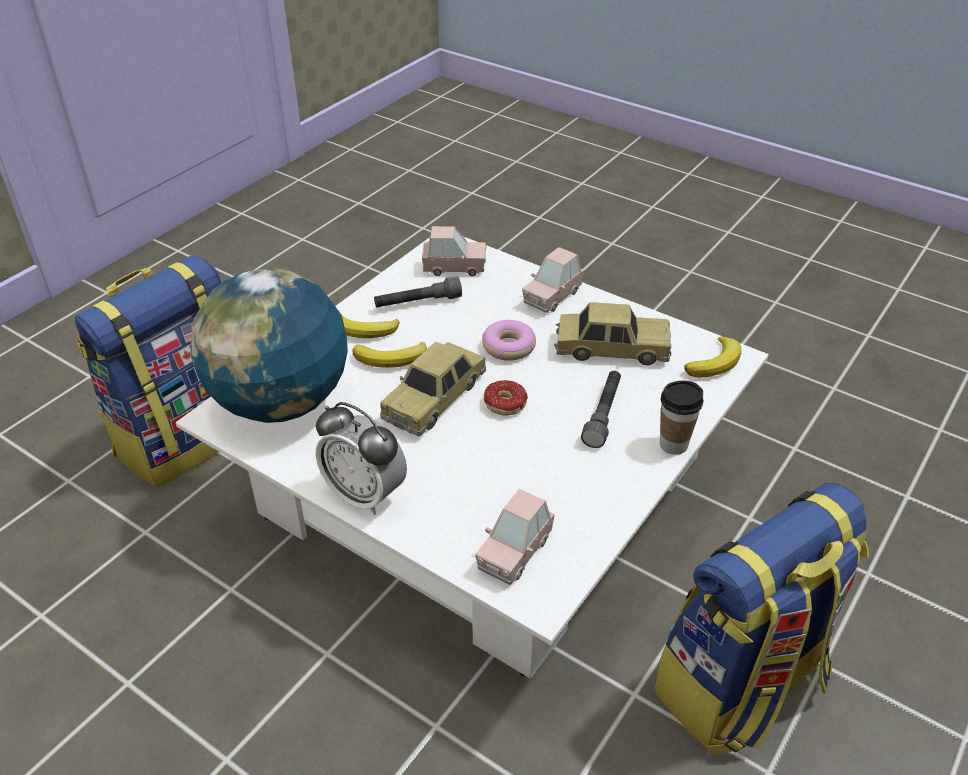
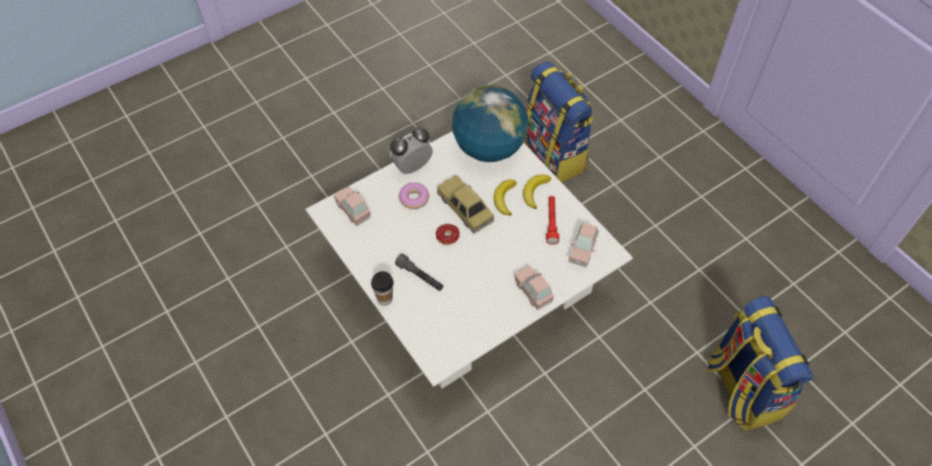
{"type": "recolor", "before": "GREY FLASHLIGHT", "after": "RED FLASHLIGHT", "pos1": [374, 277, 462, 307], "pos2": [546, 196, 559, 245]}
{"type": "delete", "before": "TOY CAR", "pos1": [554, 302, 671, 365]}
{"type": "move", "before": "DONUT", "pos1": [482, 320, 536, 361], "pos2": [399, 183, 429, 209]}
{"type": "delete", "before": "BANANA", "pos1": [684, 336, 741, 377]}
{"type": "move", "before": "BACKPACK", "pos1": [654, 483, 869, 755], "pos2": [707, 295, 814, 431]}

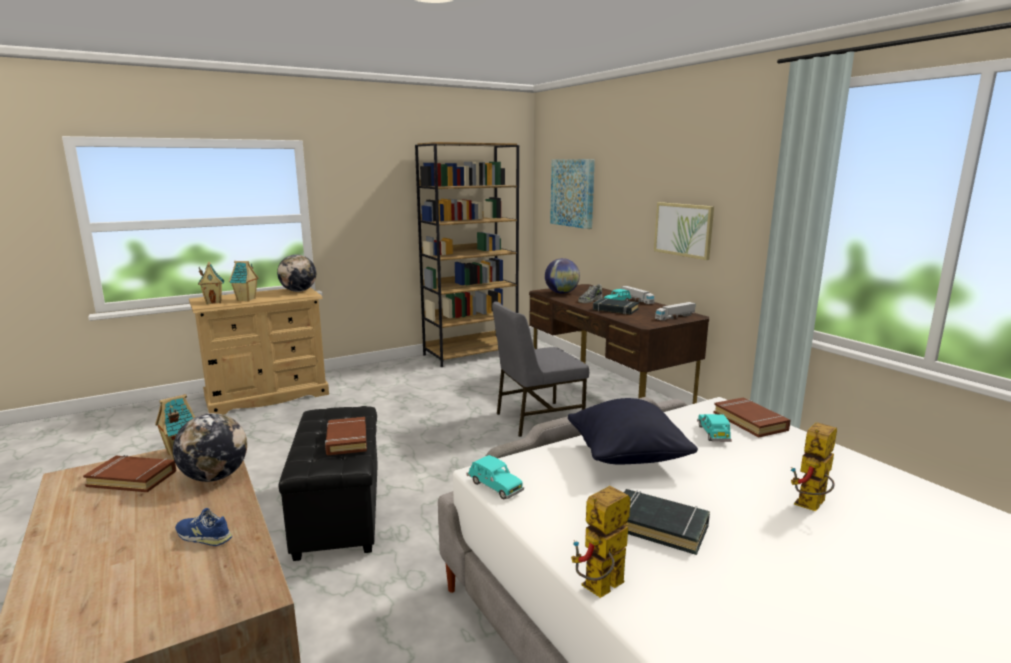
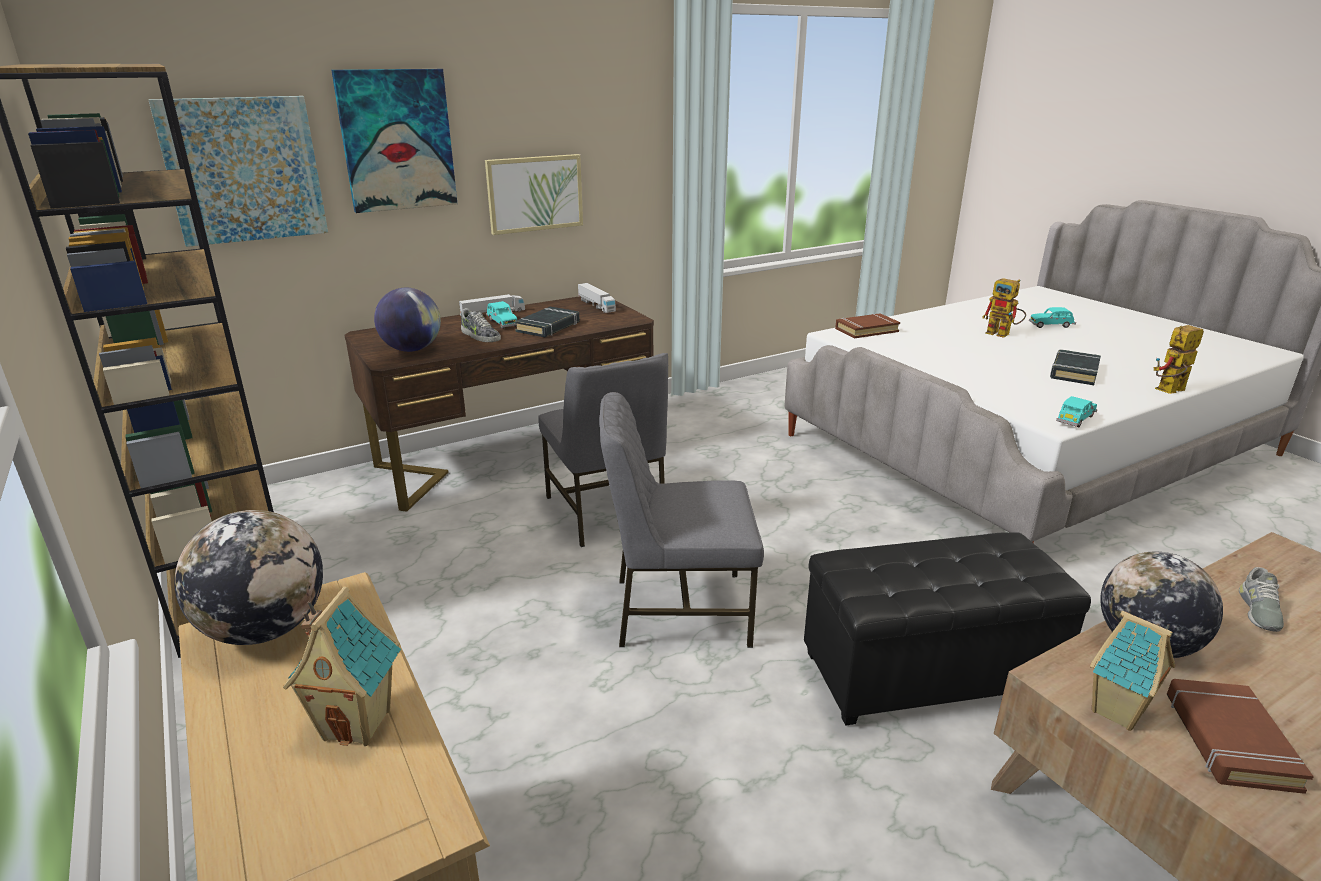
{"type": "delete", "before": "TOY HOUSE", "pos1": [198, 262, 224, 304]}
{"type": "delete", "before": "BLACK PILLOW", "pos1": [568, 398, 698, 465]}
{"type": "move", "before": "TURQUOISE TOY CAR", "pos1": [697, 414, 732, 442], "pos2": [1029, 307, 1076, 328]}
{"type": "delete", "before": "BROWN BOOK", "pos1": [325, 417, 367, 455]}
{"type": "rotate", "before": "TOY ROBOT", "pos1": [571, 486, 631, 598], "pos2": [1154, 325, 1204, 394], "turn": 105}
{"type": "recolor", "before": "BLUE SHOE", "after": "GREY SHOE", "pos1": [175, 508, 232, 546], "pos2": [1239, 567, 1284, 632]}
{"type": "insert", "after": "PICTURE", "pos2": [331, 69, 457, 213]}
{"type": "insert", "after": "GREY CHAIR", "pos2": [599, 392, 764, 648]}

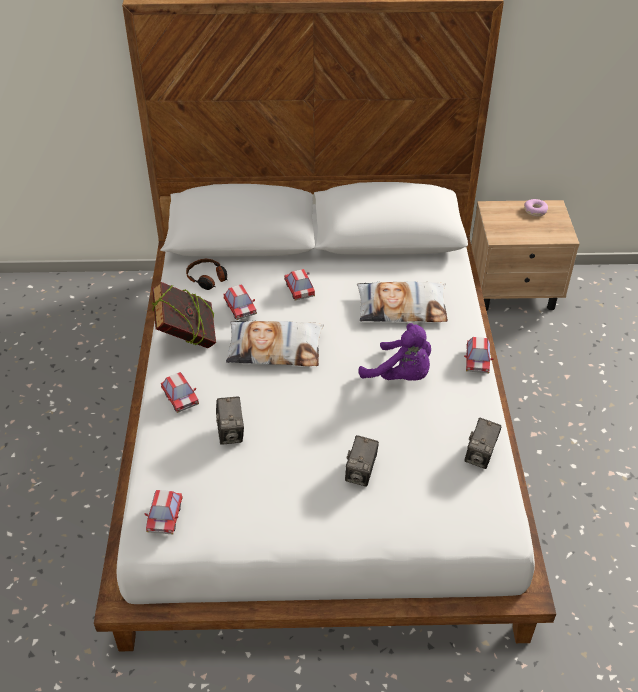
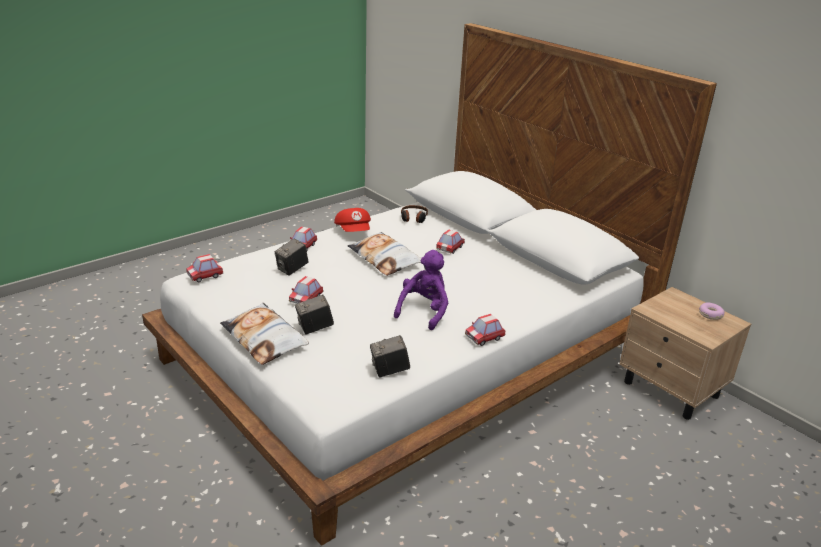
{"type": "move", "before": "PILLOW", "pos1": [357, 281, 448, 322], "pos2": [220, 303, 309, 365]}
{"type": "replace", "before": "BOOK", "after": "RED CAP", "pos1": [152, 282, 216, 348], "pos2": [334, 208, 371, 232]}
{"type": "move", "before": "TOY CAR", "pos1": [224, 284, 257, 320], "pos2": [289, 276, 323, 304]}
{"type": "rotate", "before": "PURPLE PLUSH TOY", "pos1": [359, 323, 431, 381], "pos2": [394, 250, 448, 330], "turn": -150}

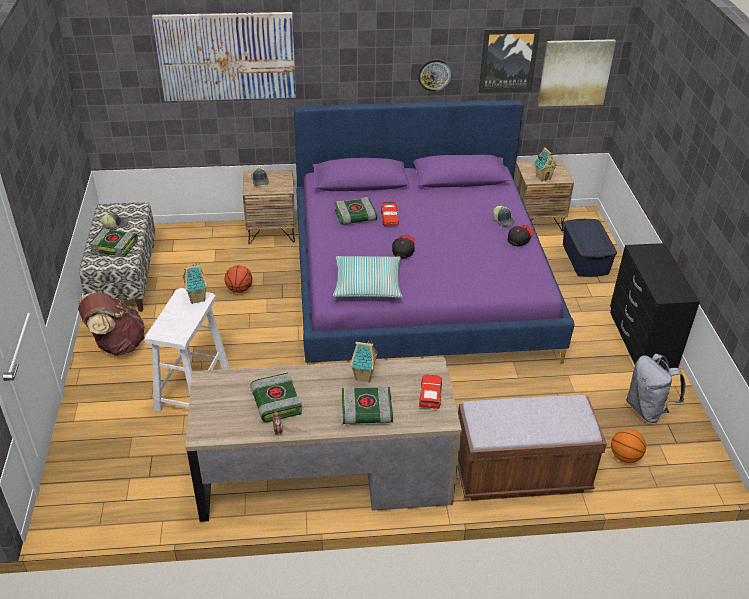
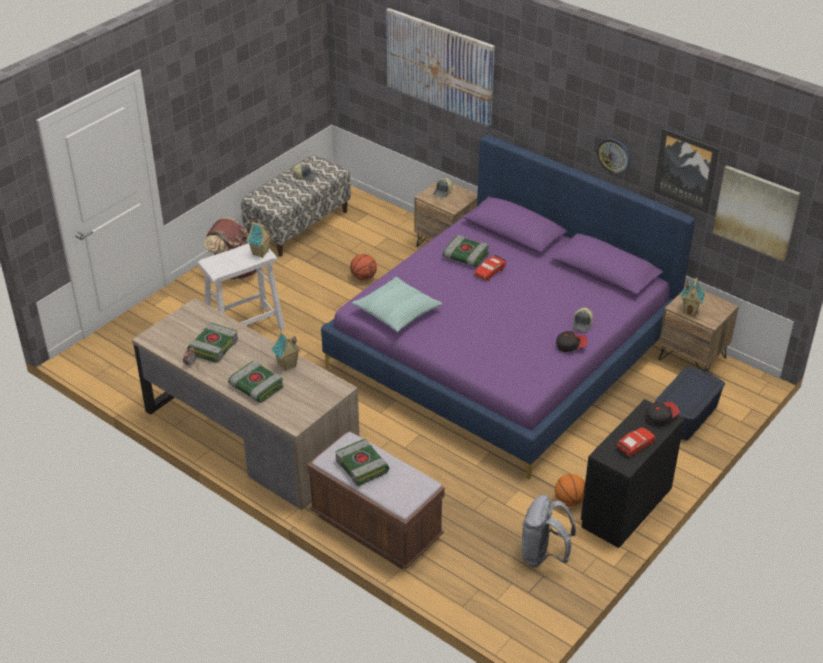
{"type": "move", "before": "BOOK", "pos1": [89, 228, 138, 258], "pos2": [335, 439, 389, 486]}
{"type": "move", "before": "CAP", "pos1": [392, 235, 415, 259], "pos2": [646, 402, 680, 426]}
{"type": "move", "before": "RED TOY CAR", "pos1": [419, 375, 442, 409], "pos2": [617, 427, 656, 457]}
{"type": "move", "before": "BASKETBALL", "pos1": [611, 429, 646, 463], "pos2": [555, 474, 585, 507]}

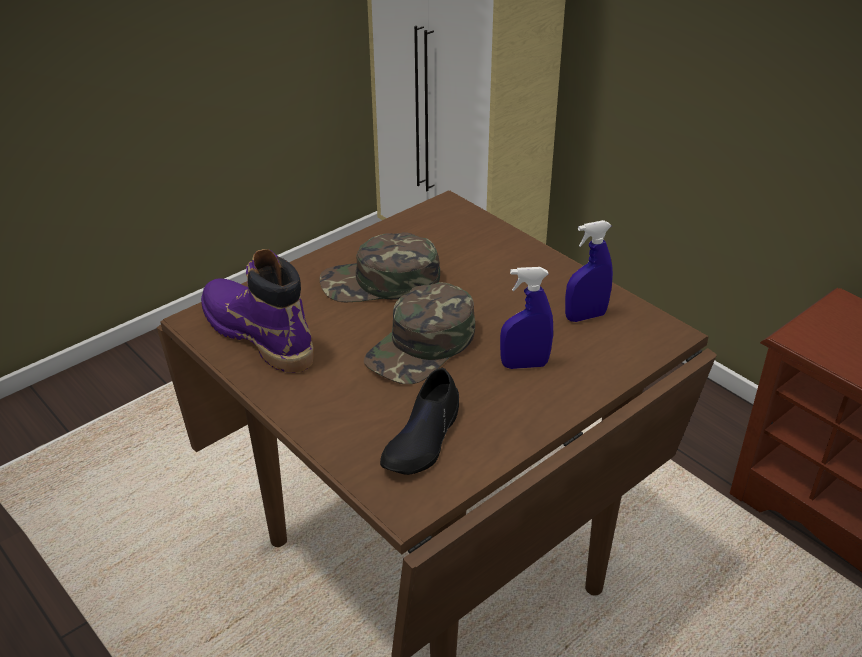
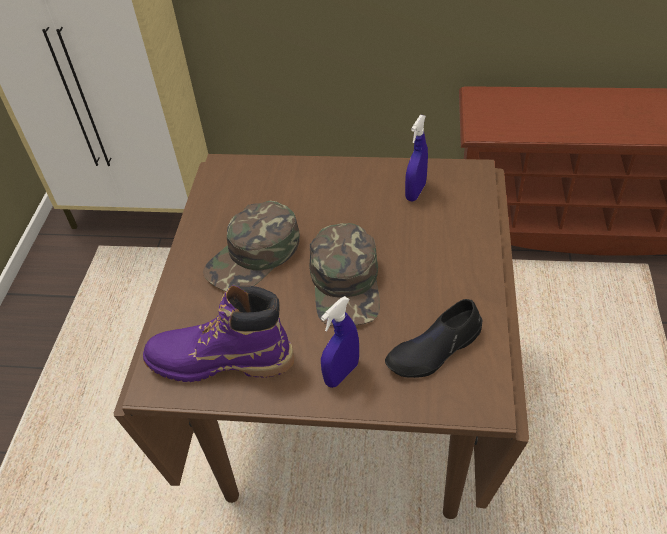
{"type": "move", "before": "BLUE SPRAY BOTTLE", "pos1": [500, 267, 553, 369], "pos2": [321, 296, 359, 388]}
{"type": "rotate", "before": "BLACK SHOE", "pos1": [380, 367, 459, 475], "pos2": [385, 299, 482, 378], "turn": 75}

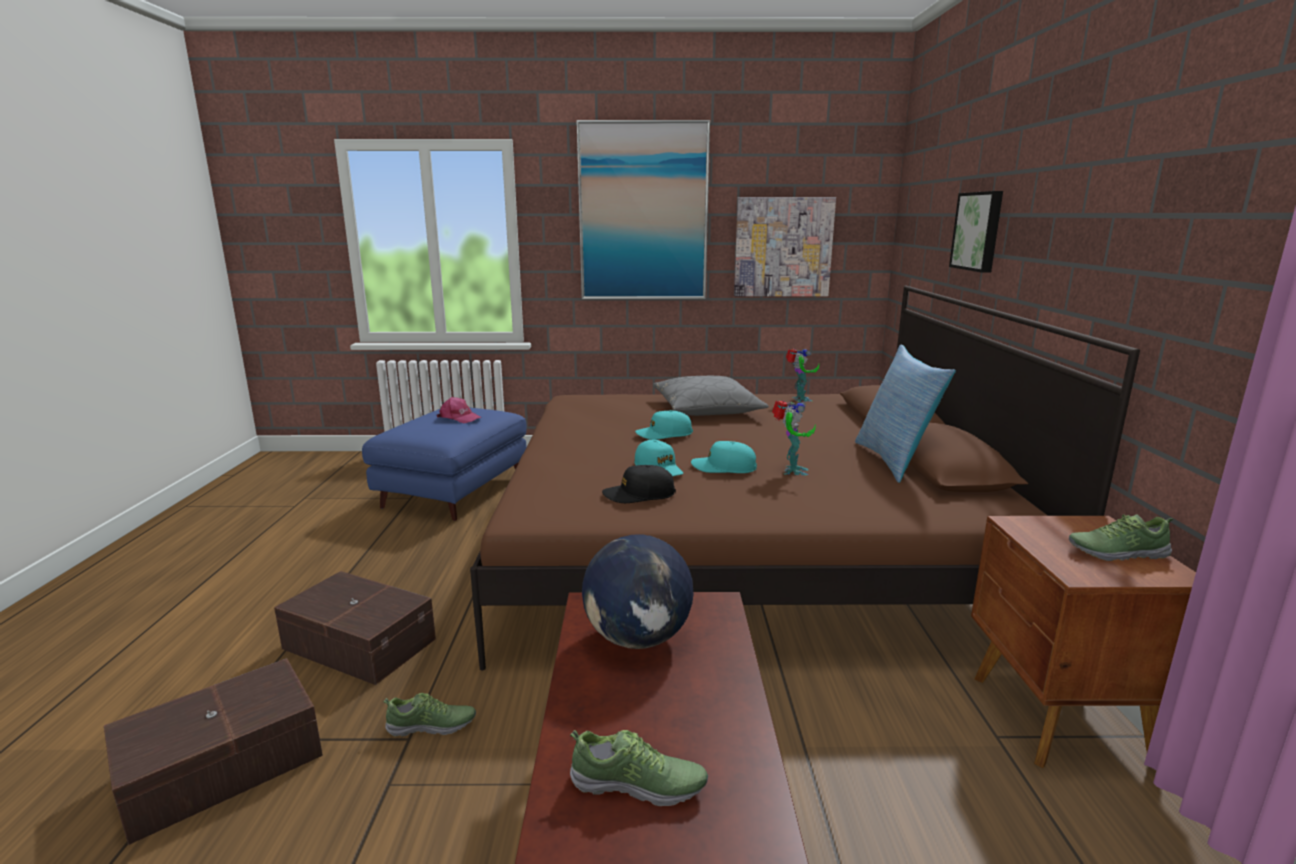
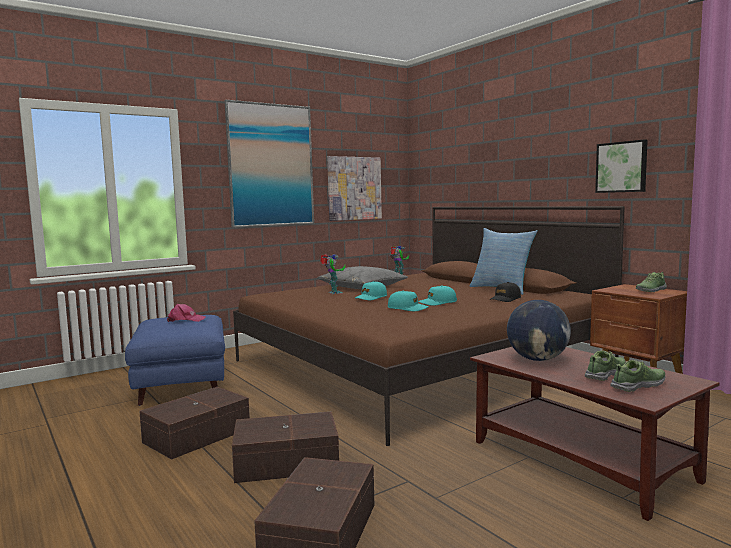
{"type": "move", "before": "PICTURE", "pos1": [949, 191, 1003, 273], "pos2": [595, 139, 648, 193]}
{"type": "move", "before": "TOY ROBOT", "pos1": [772, 400, 816, 475], "pos2": [320, 254, 345, 294]}
{"type": "move", "before": "BLACK CAP", "pos1": [602, 465, 676, 503], "pos2": [490, 282, 521, 302]}
{"type": "move", "before": "SHOE", "pos1": [383, 693, 476, 737], "pos2": [585, 351, 626, 381]}
{"type": "insert", "after": "BROWN STORAGE BOX", "pos2": [139, 387, 250, 460]}

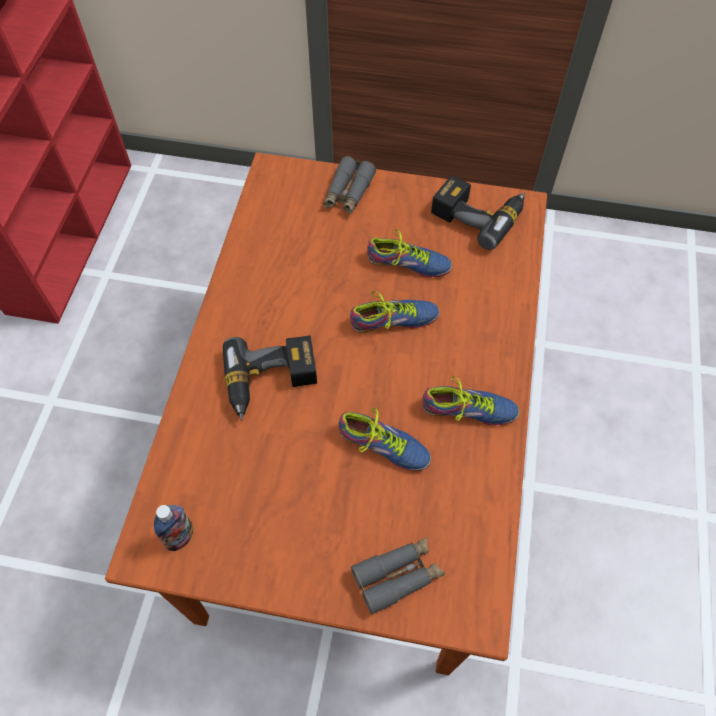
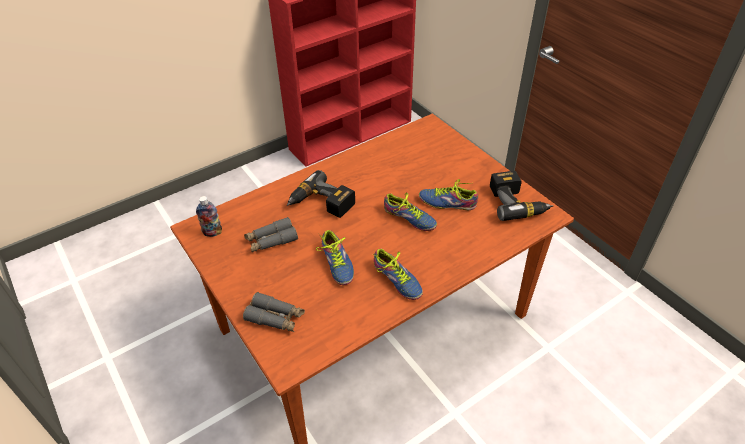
{"type": "move", "before": "GREY BINOCULARS", "pos1": [323, 156, 376, 215], "pos2": [244, 217, 298, 252]}
{"type": "rotate", "before": "SHOE", "pos1": [367, 229, 452, 277], "pos2": [419, 179, 478, 210], "turn": 135}

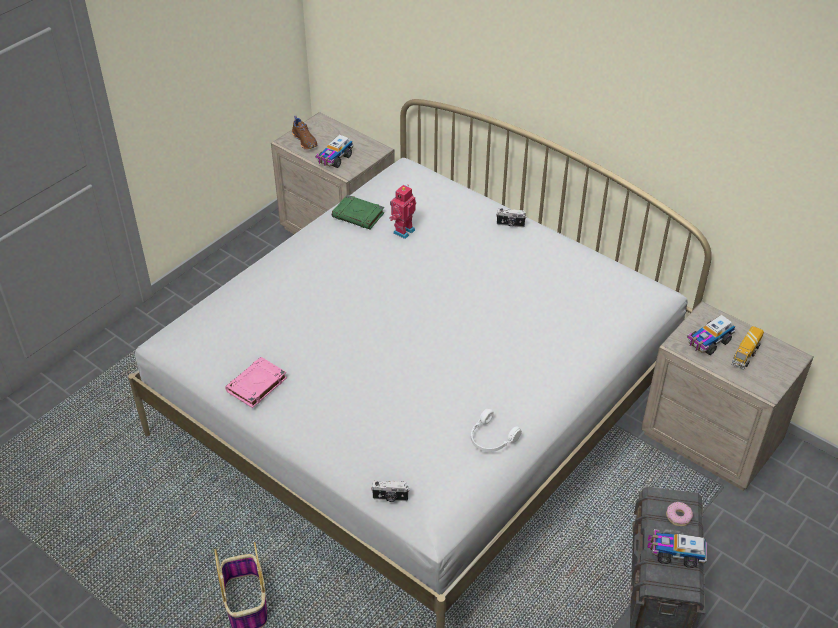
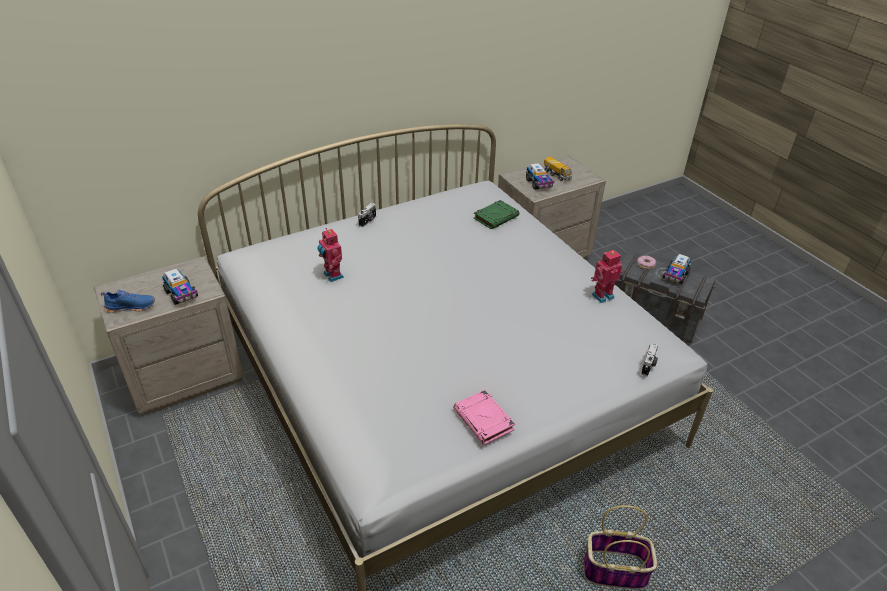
{"type": "recolor", "before": "BROWN SHOE", "after": "BLUE SHOE", "pos1": [292, 116, 318, 150], "pos2": [101, 290, 155, 313]}
{"type": "move", "before": "GREEN BOOK", "pos1": [332, 195, 384, 229], "pos2": [473, 200, 519, 230]}
{"type": "replace", "before": "WHITE HEADPHONES", "after": "TOY ROBOT", "pos1": [471, 409, 522, 452], "pos2": [591, 250, 622, 303]}

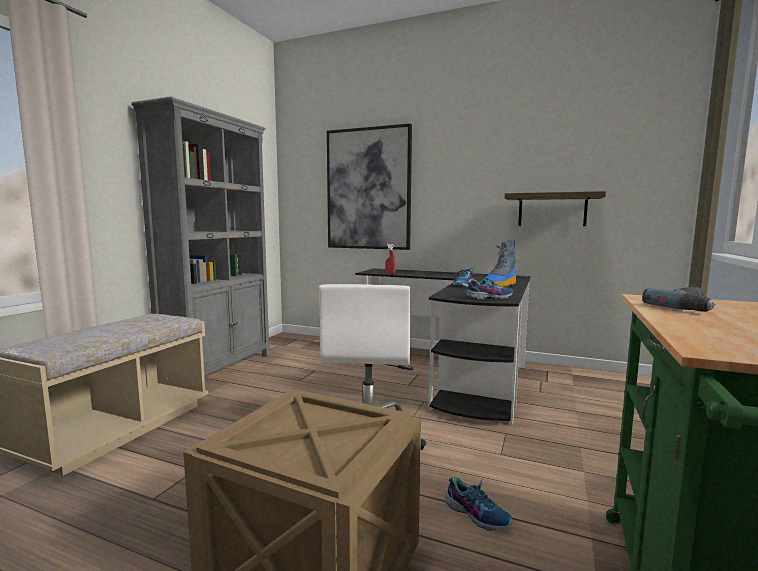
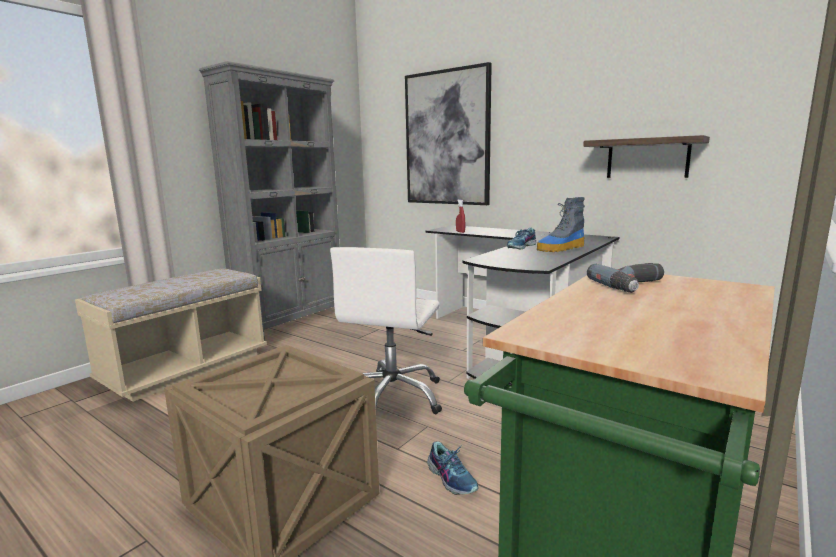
{"type": "delete", "before": "SHOE", "pos1": [466, 276, 513, 299]}

